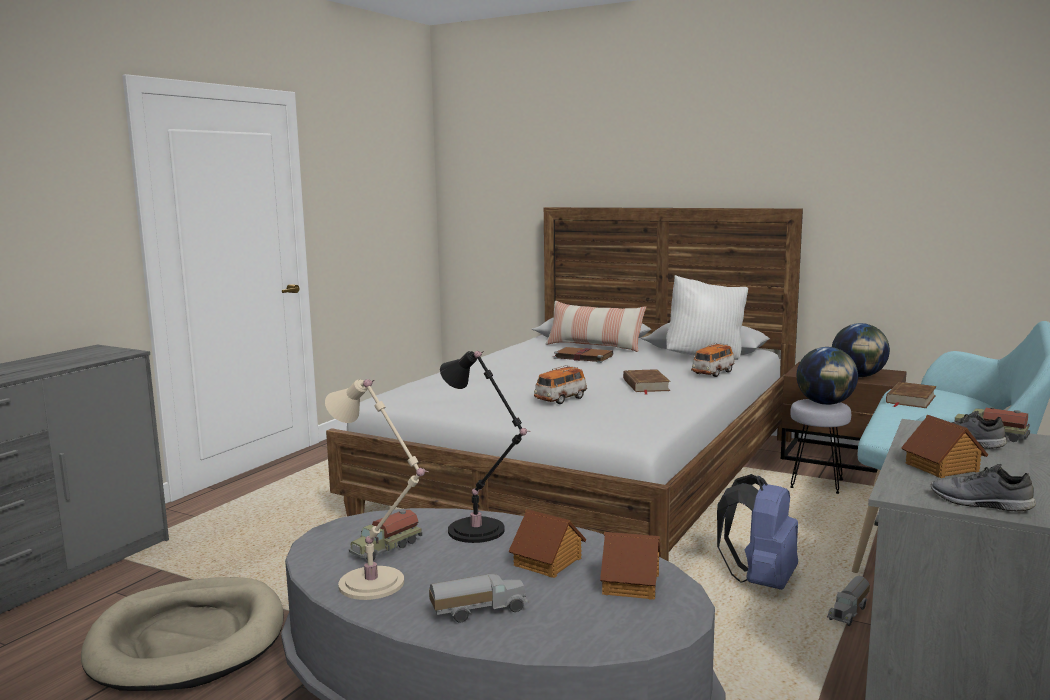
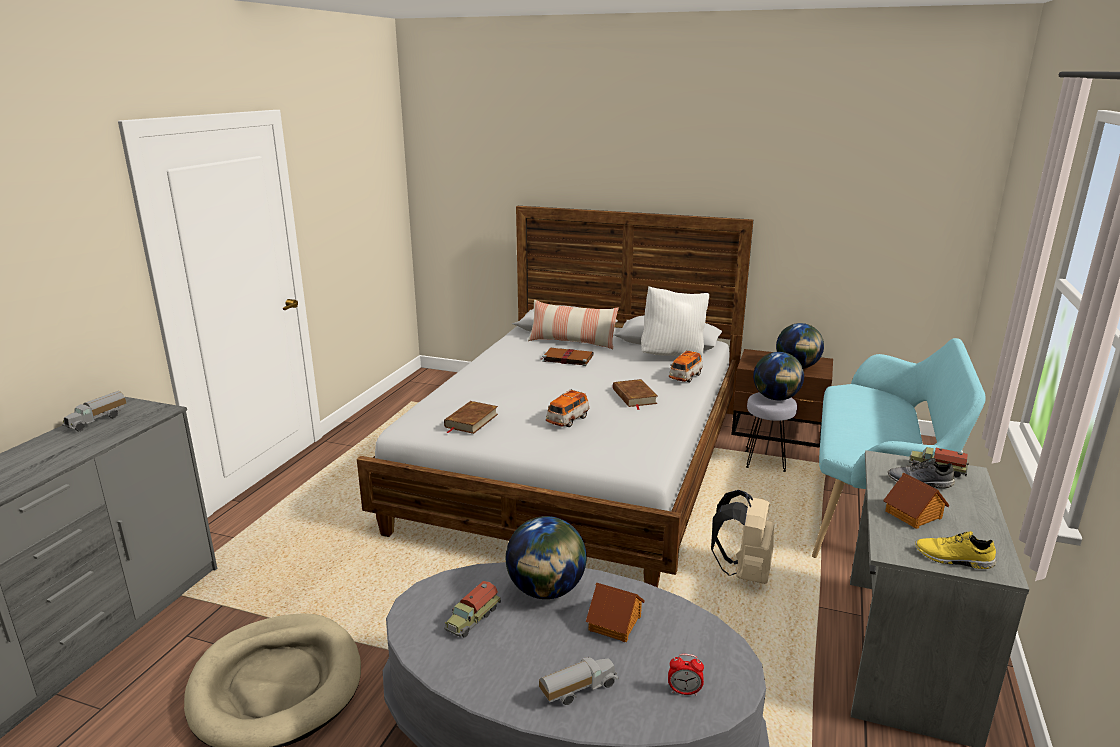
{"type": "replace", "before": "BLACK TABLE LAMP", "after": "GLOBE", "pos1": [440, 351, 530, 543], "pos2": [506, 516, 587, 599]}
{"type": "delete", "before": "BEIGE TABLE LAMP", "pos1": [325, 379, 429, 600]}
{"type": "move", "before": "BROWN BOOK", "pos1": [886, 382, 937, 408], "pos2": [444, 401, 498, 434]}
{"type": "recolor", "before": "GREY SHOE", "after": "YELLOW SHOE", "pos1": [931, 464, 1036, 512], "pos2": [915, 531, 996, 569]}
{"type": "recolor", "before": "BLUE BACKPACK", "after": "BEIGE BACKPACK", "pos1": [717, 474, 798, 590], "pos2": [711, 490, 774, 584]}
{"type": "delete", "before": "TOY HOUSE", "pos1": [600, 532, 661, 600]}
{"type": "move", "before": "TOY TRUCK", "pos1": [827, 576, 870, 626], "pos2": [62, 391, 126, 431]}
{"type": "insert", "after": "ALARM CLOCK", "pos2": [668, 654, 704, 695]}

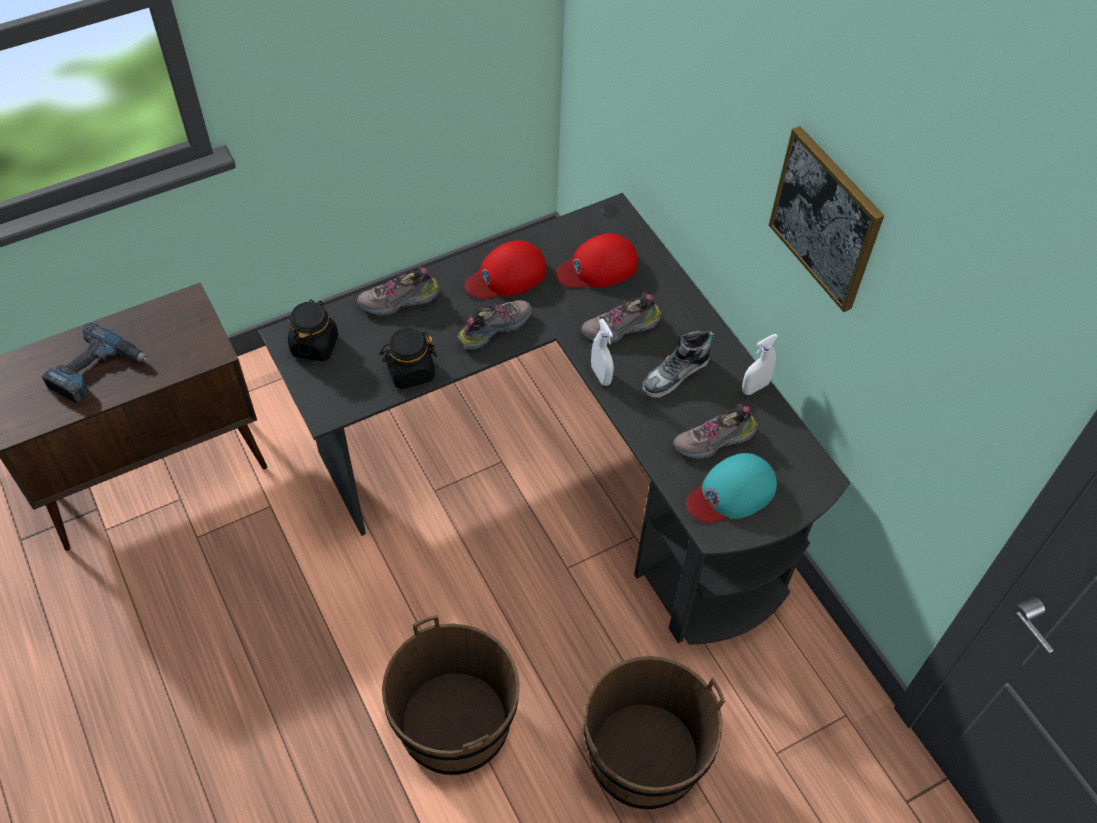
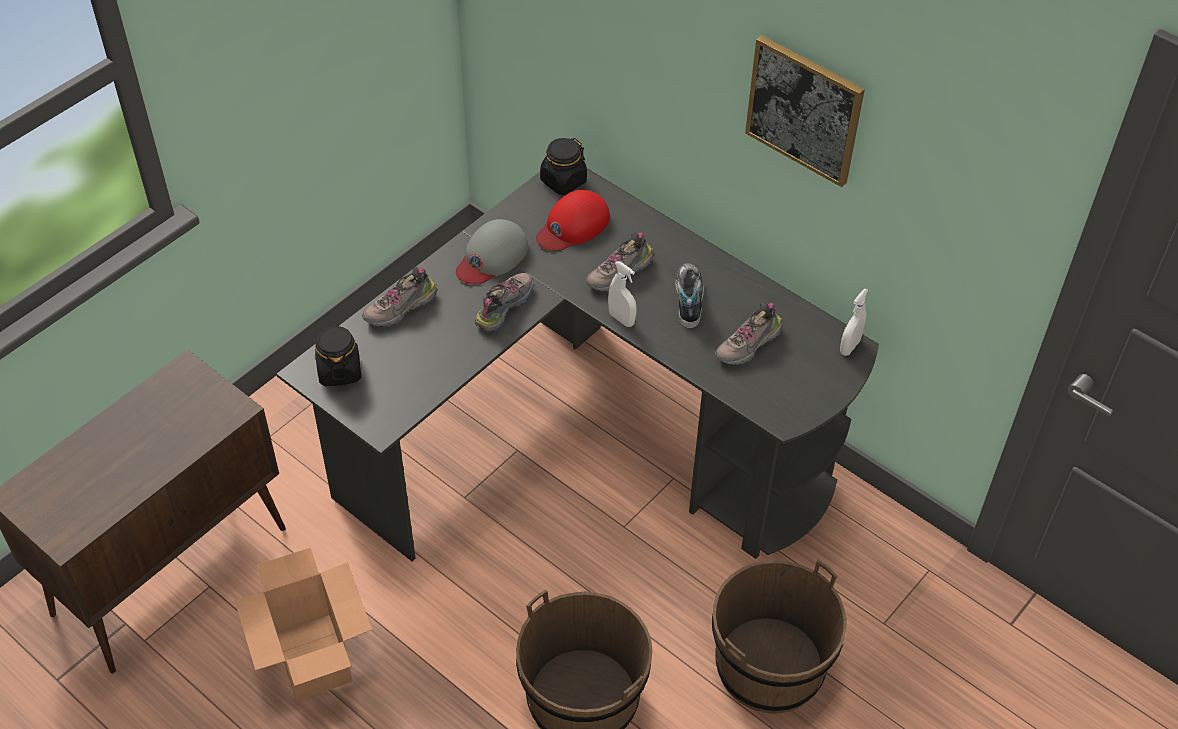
{"type": "recolor", "before": "RED CAP", "after": "GREY CAP", "pos1": [465, 240, 547, 299], "pos2": [456, 219, 528, 284]}
{"type": "delete", "before": "POWER DRILL", "pos1": [42, 323, 147, 404]}
{"type": "move", "before": "BLACK JAR", "pos1": [380, 328, 437, 389], "pos2": [540, 138, 587, 195]}
{"type": "rotate", "before": "SHOE", "pos1": [642, 331, 715, 397], "pos2": [675, 263, 704, 328], "turn": 150}
{"type": "move", "before": "WHITE SPRAY BOTTLE", "pos1": [742, 334, 778, 395], "pos2": [840, 289, 868, 356]}
{"type": "delete", "before": "TURQUOISE CAP", "pos1": [686, 453, 777, 523]}
{"type": "insert", "after": "CARDBOARD BOX", "pos2": [234, 548, 372, 701]}

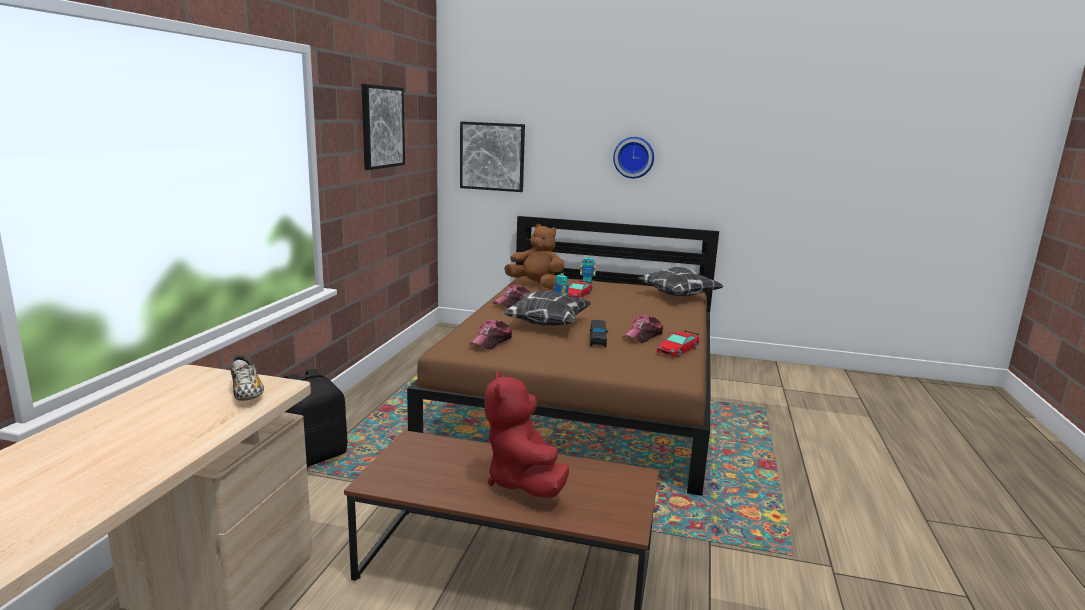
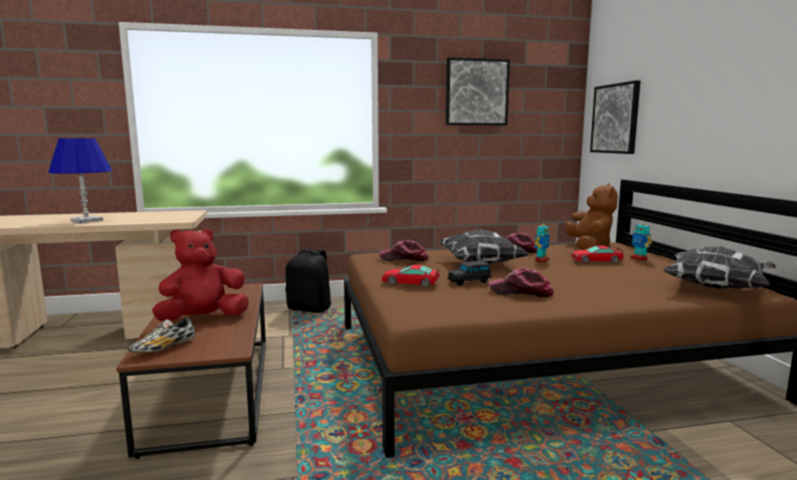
{"type": "delete", "before": "WALL CLOCK", "pos1": [613, 137, 654, 179]}
{"type": "move", "before": "TOY CAR", "pos1": [657, 330, 700, 357], "pos2": [382, 264, 440, 287]}
{"type": "move", "before": "SHOE", "pos1": [230, 355, 264, 401], "pos2": [128, 317, 195, 353]}
{"type": "insert", "after": "BLUE TABLE LAMP", "pos2": [48, 138, 112, 224]}

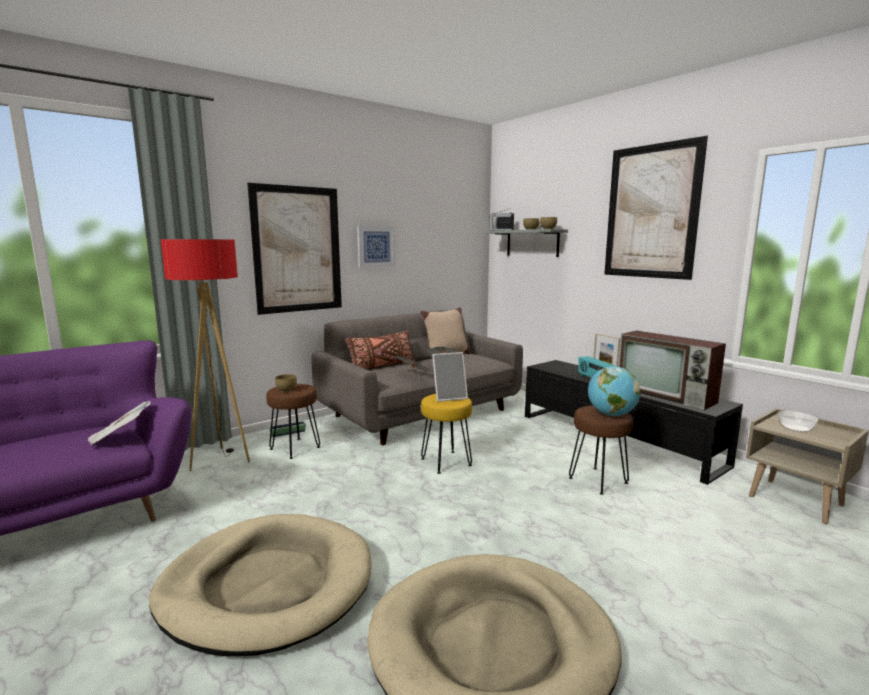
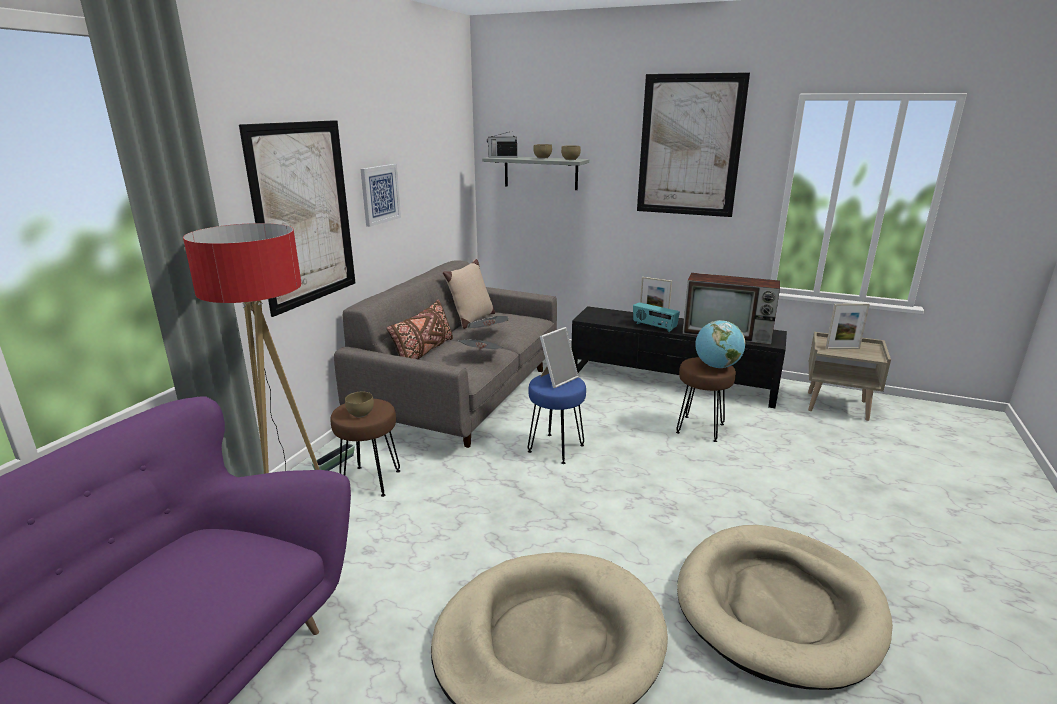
{"type": "recolor", "before": "YELLOW STOOL", "after": "BLUE STOOL", "pos1": [421, 394, 472, 474], "pos2": [528, 374, 586, 464]}
{"type": "delete", "before": "NEWSPAPER", "pos1": [88, 401, 150, 445]}
{"type": "replace", "before": "BOWL", "after": "PICTURE FRAME", "pos1": [778, 411, 818, 432], "pos2": [825, 303, 870, 349]}

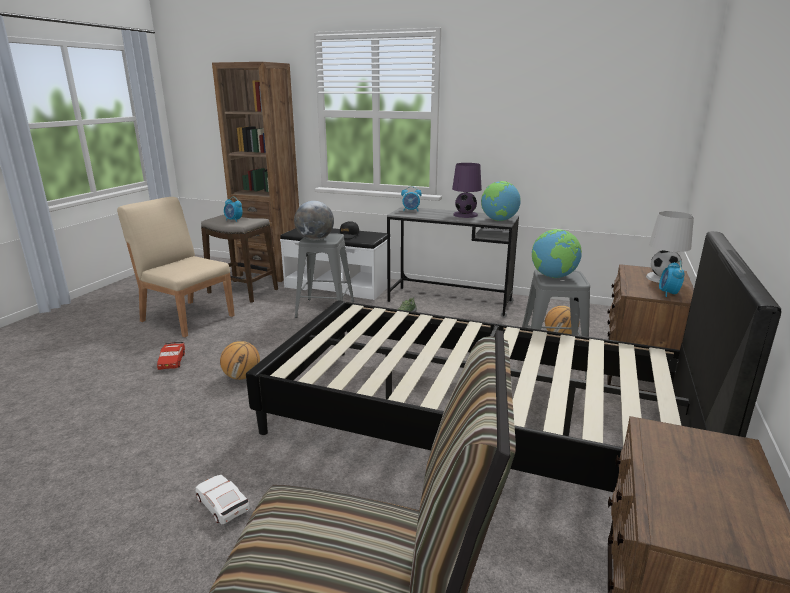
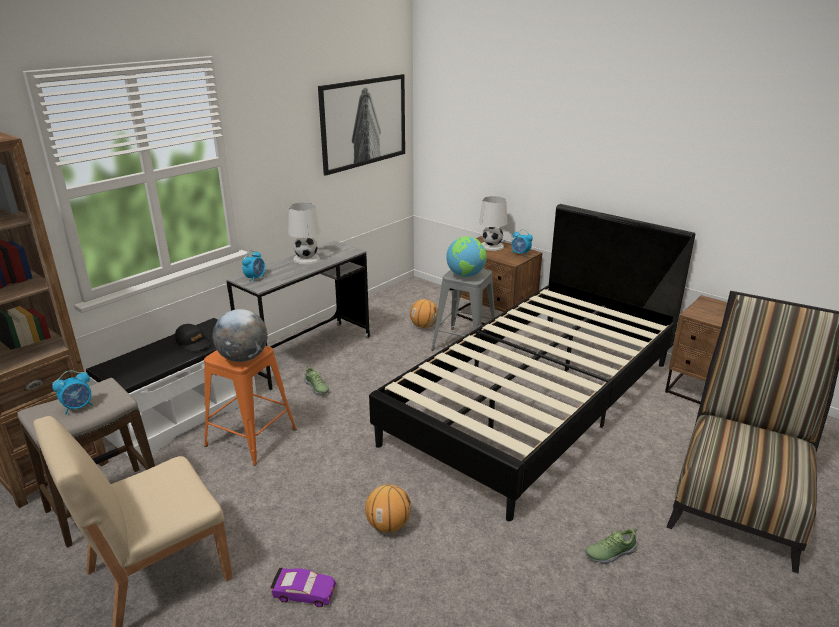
{"type": "recolor", "before": "PURPLE TABLE LAMP", "after": "WHITE TABLE LAMP", "pos1": [452, 163, 482, 218], "pos2": [288, 202, 321, 264]}
{"type": "delete", "before": "GLOBE", "pos1": [481, 181, 521, 221]}
{"type": "recolor", "before": "GREY STOOL", "after": "ORANGE STOOL", "pos1": [295, 233, 354, 318], "pos2": [204, 346, 296, 465]}
{"type": "recolor", "before": "RED TOY CAR", "after": "PURPLE TOY CAR", "pos1": [157, 342, 185, 370], "pos2": [270, 568, 336, 607]}
{"type": "replace", "before": "WHITE TOY CAR", "after": "SHOE", "pos1": [196, 475, 250, 524], "pos2": [585, 529, 637, 564]}
{"type": "insert", "after": "PICTURE", "pos2": [318, 74, 405, 176]}

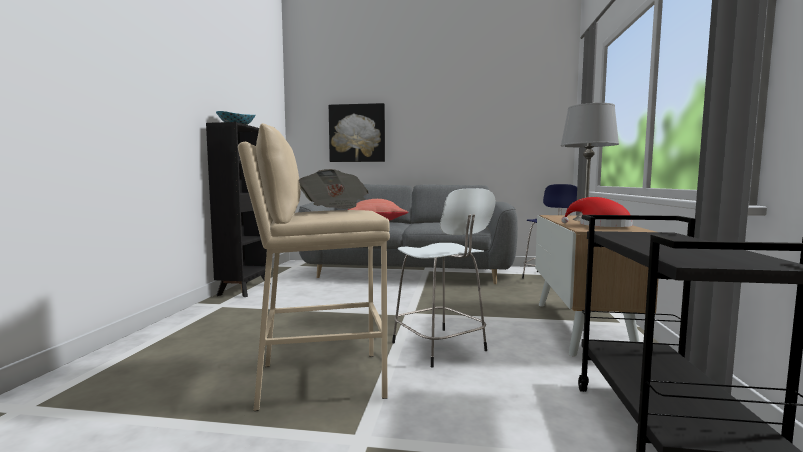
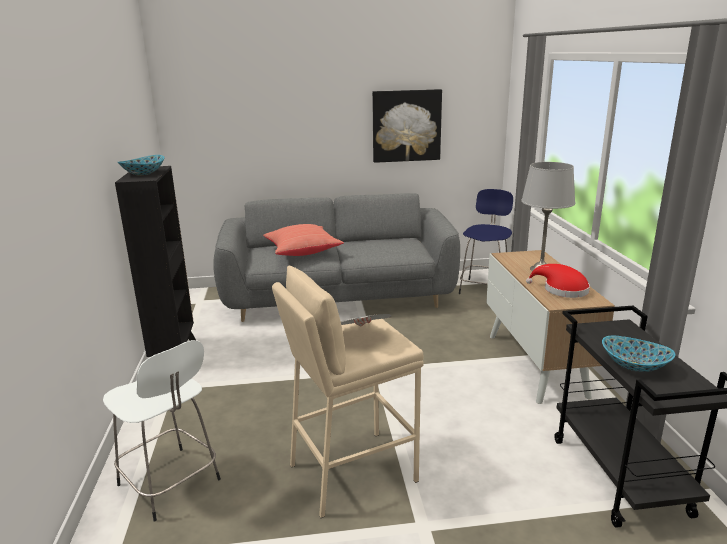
{"type": "move", "before": "PICTURE", "pos1": [329, 103, 385, 162], "pos2": [372, 89, 442, 163]}
{"type": "move", "before": "WHITE STOOL", "pos1": [392, 188, 496, 368], "pos2": [103, 340, 221, 522]}
{"type": "insert", "after": "BOWL", "pos2": [602, 336, 675, 372]}

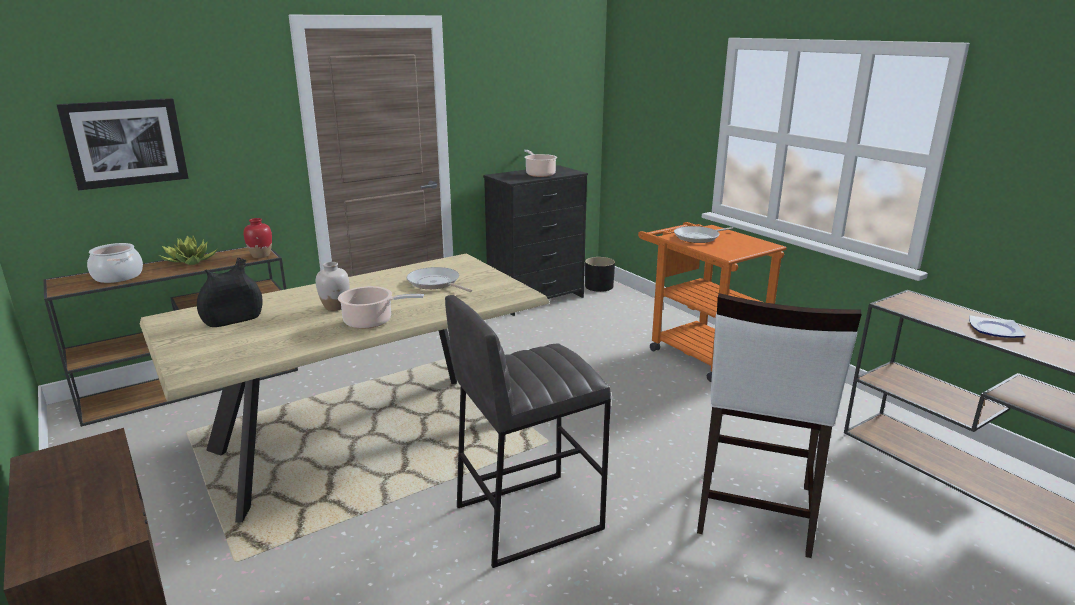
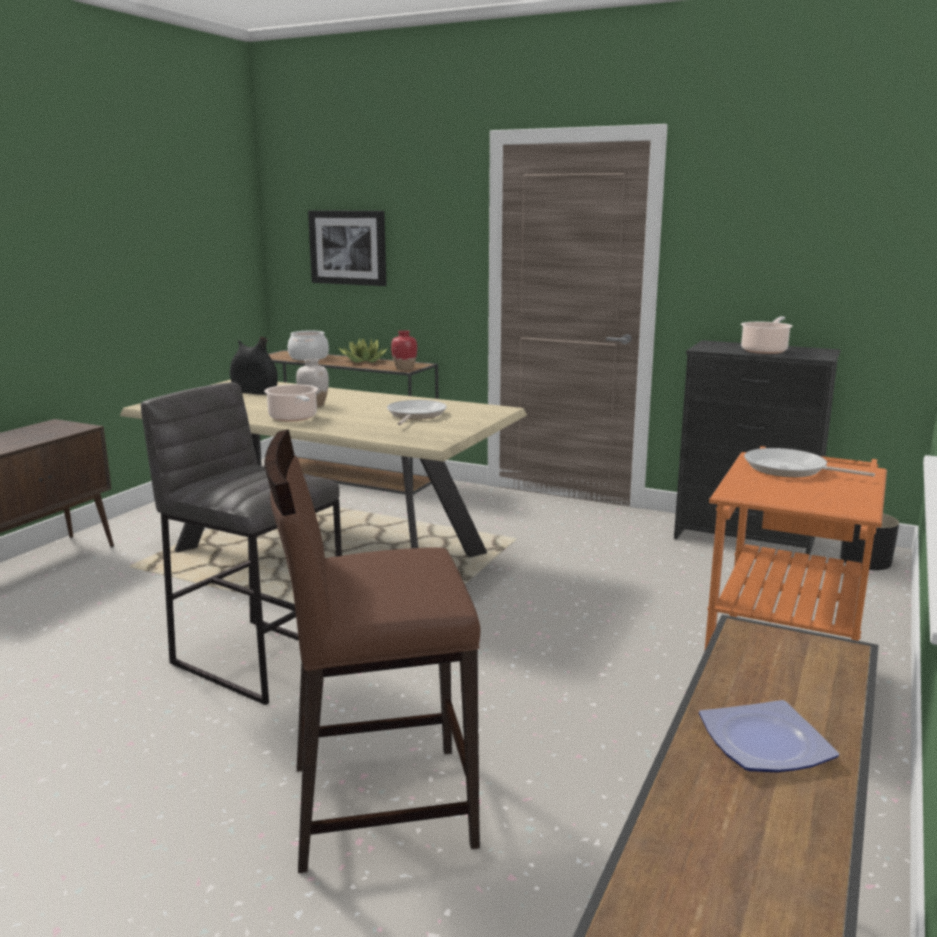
{"type": "recolor", "before": "WHITE STOOL", "after": "BROWN STOOL", "pos1": [697, 293, 862, 558], "pos2": [264, 430, 480, 873]}

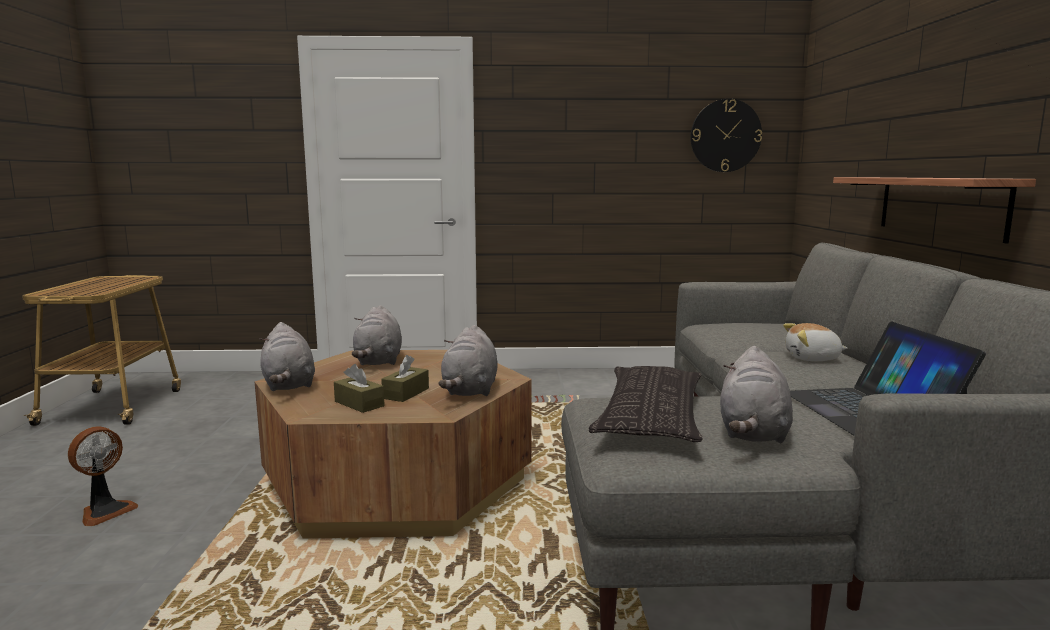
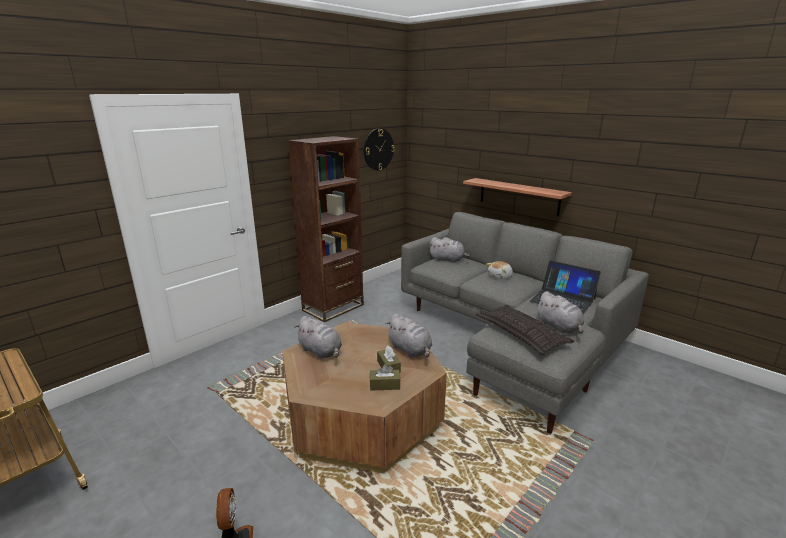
{"type": "move", "before": "GREY PLUSH TOY", "pos1": [259, 322, 315, 391], "pos2": [429, 237, 470, 263]}
{"type": "insert", "after": "BROWN BOOKCASE", "pos2": [288, 136, 364, 322]}

